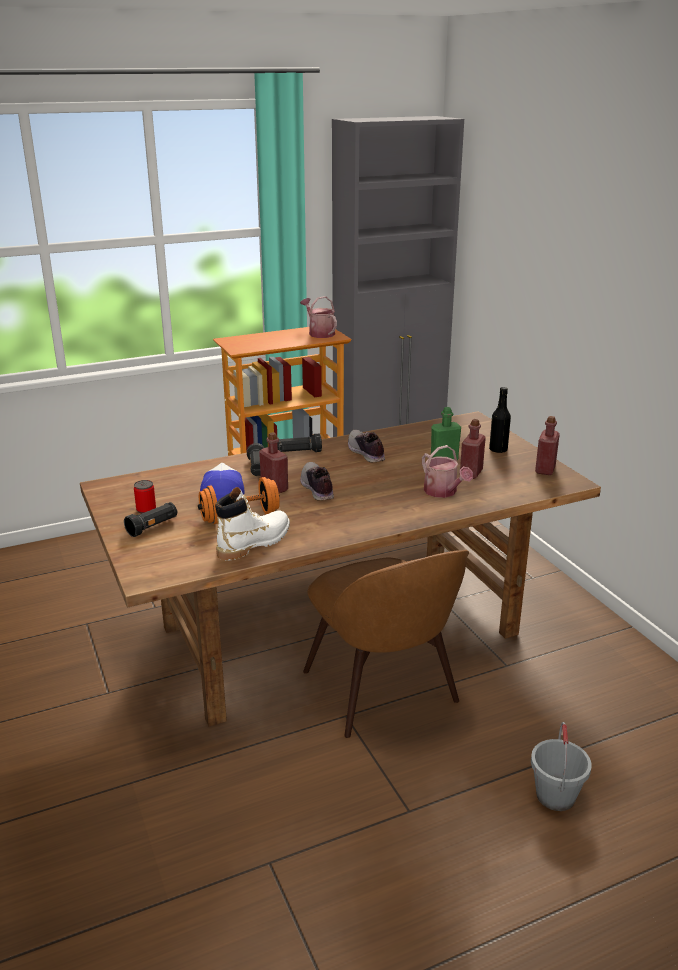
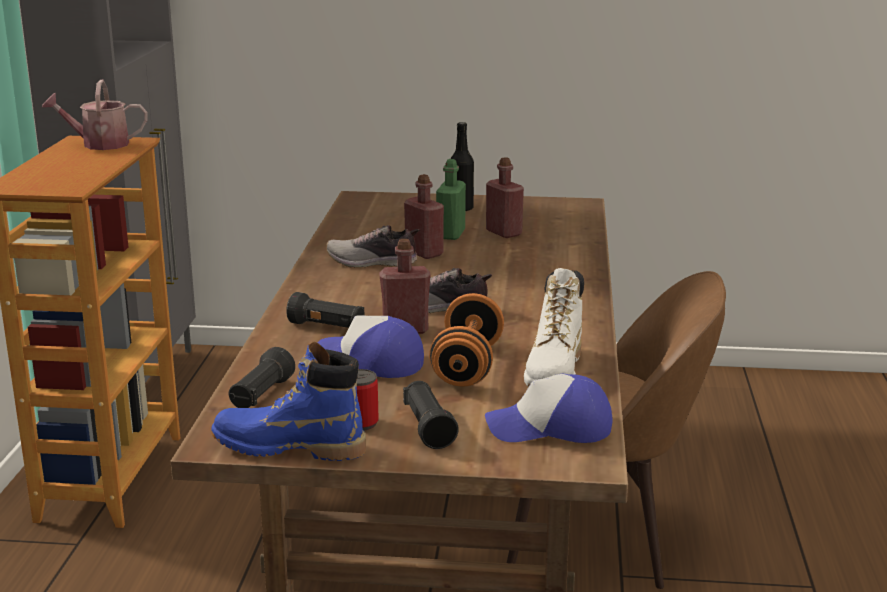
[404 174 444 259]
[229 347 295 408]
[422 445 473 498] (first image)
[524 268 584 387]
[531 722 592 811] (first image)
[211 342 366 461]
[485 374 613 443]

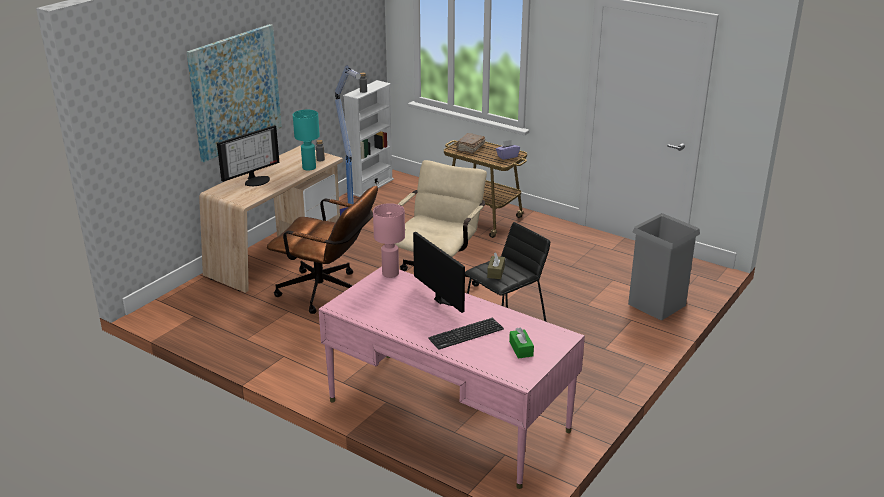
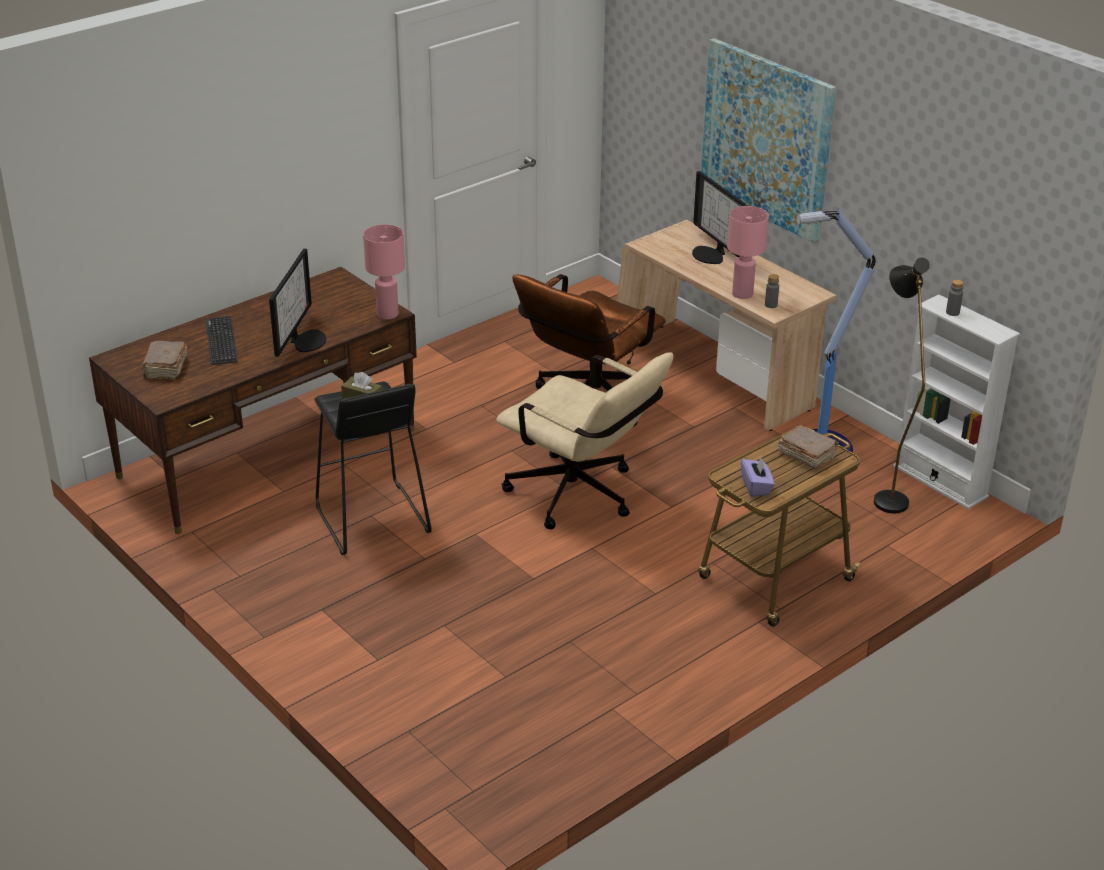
[727 206 769 299]
[628 213 700 320] (first image)
[269 249 326 357]
[89 267 417 534]
[142 341 187 380]
[874 257 930 513]

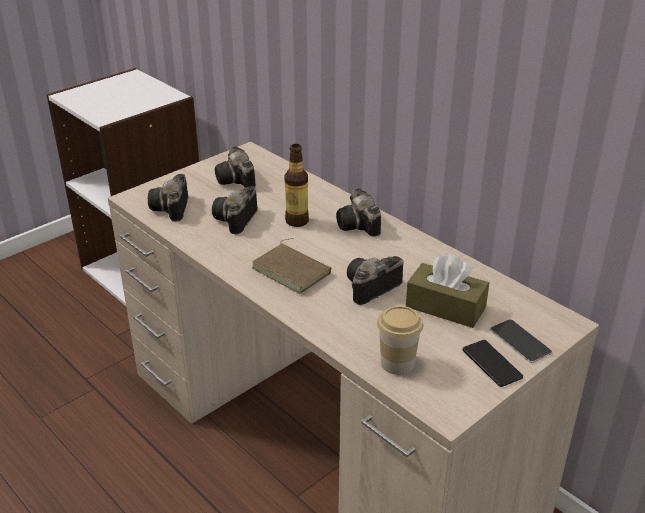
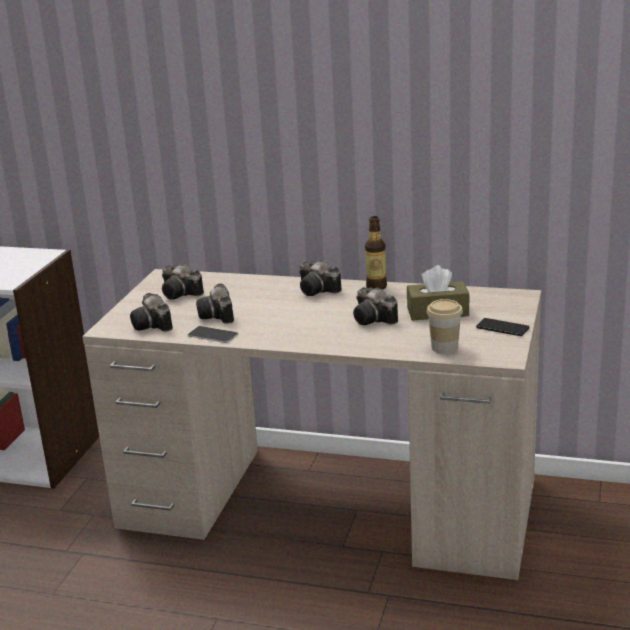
[365 216 387 289]
[252 238 331 294] (first image)
[353 287 398 325]
[187 326 238 343]

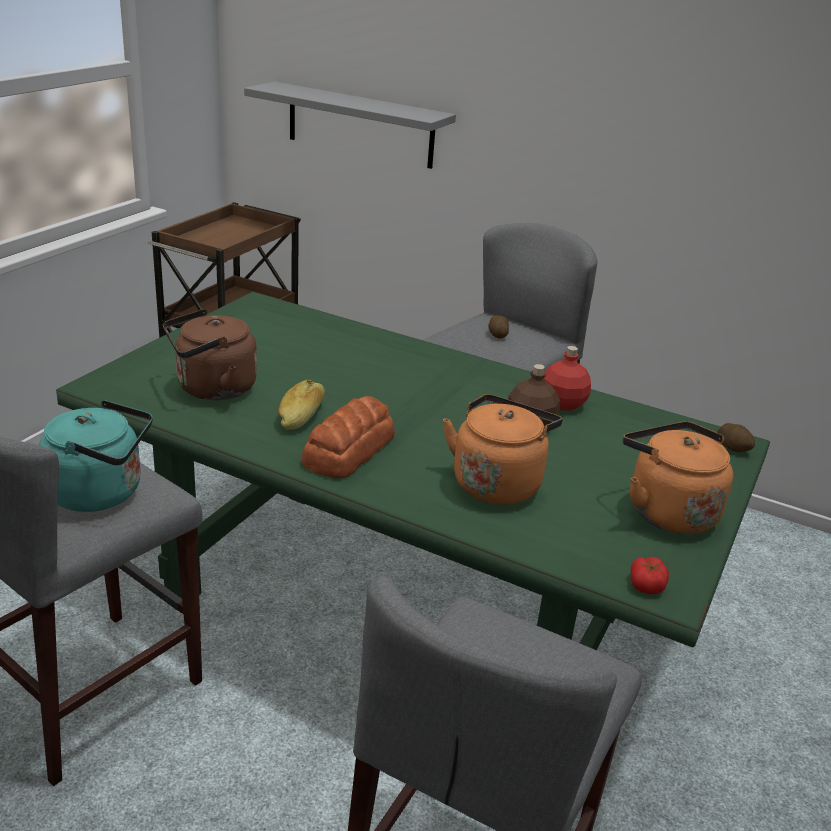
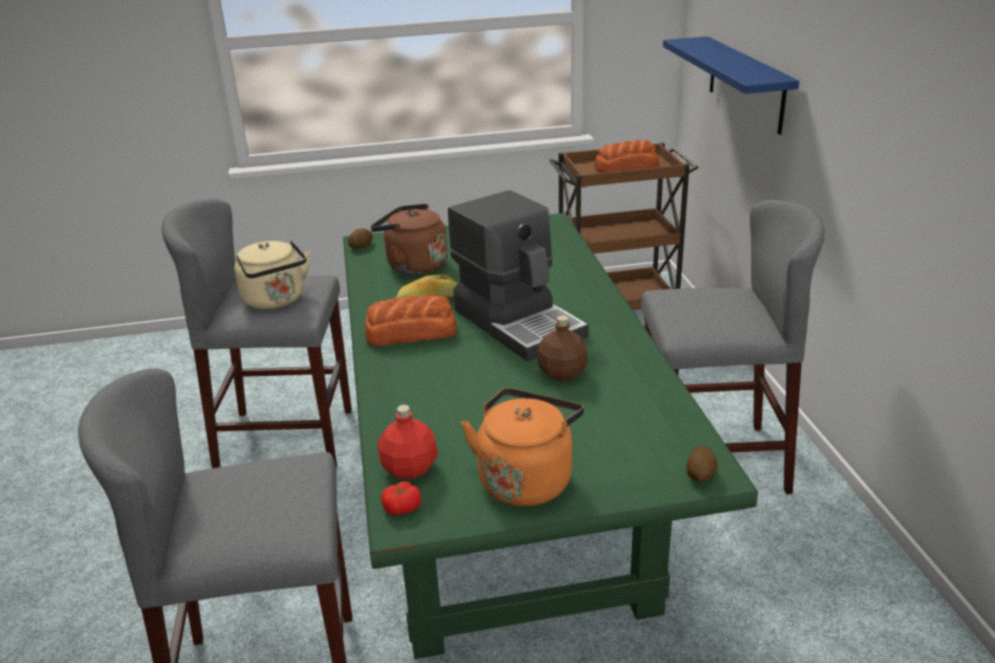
[663 36 799 135]
[348 229 373 249]
[378 405 438 479]
[443 394 563 505] (first image)
[234 240 311 309]
[594 140 659 173]
[448 190 589 361]

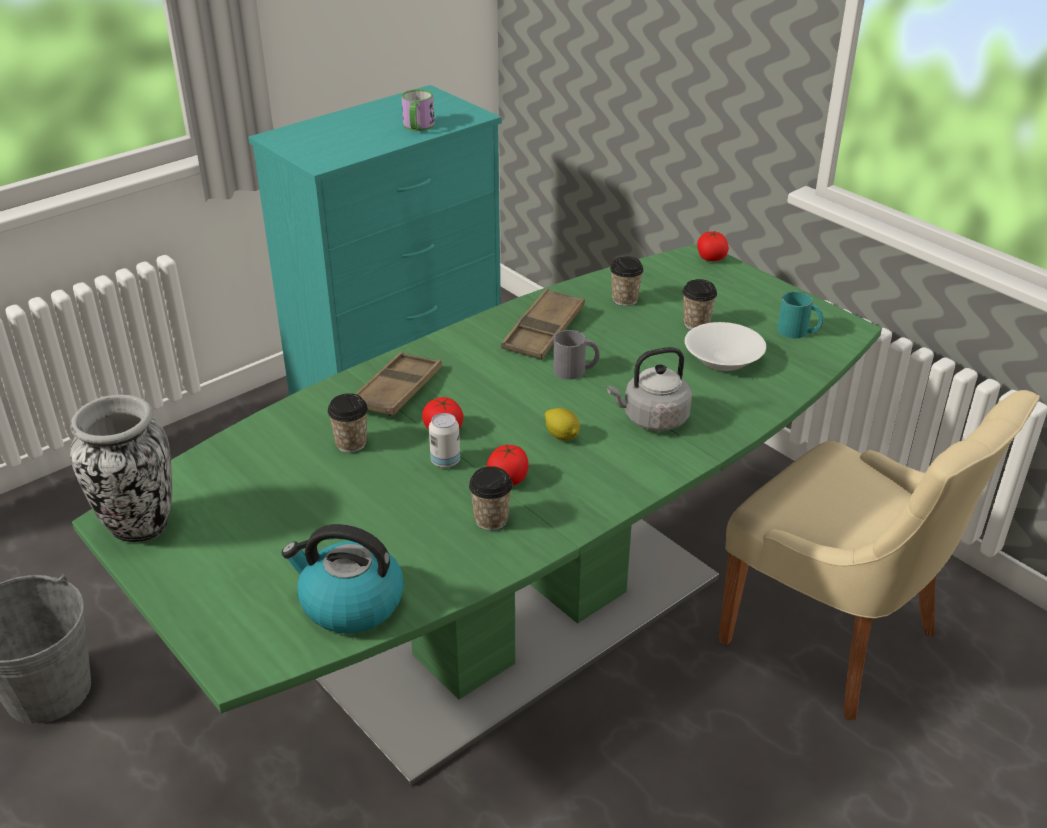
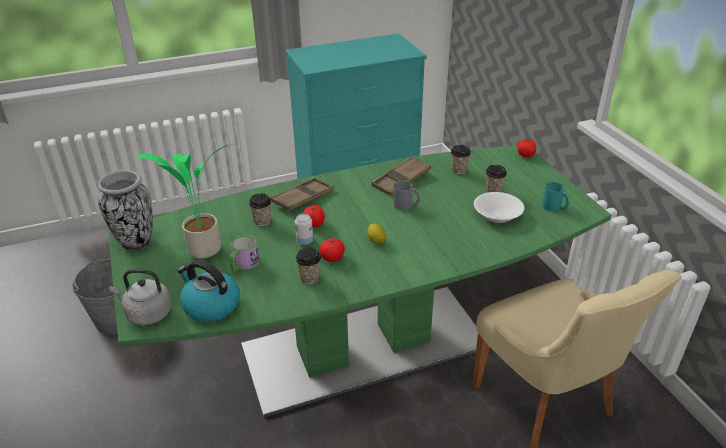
[230 235 260 271]
[109 269 172 325]
[136 144 233 258]

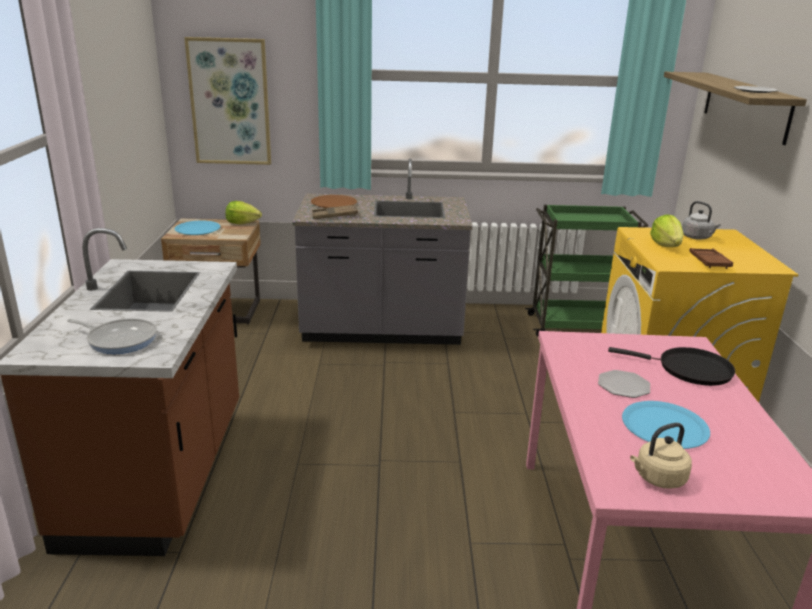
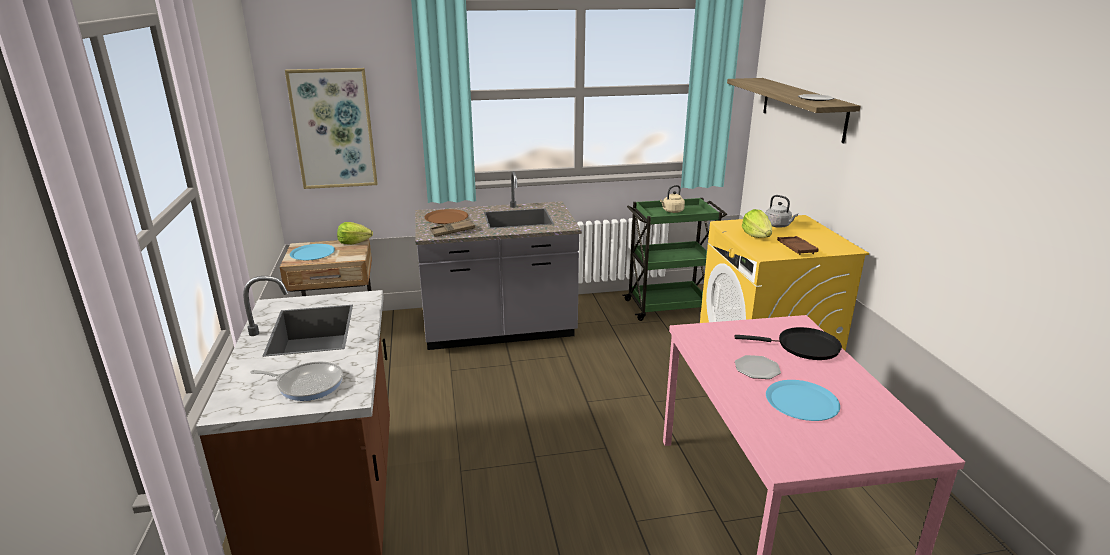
[660 185 685 213]

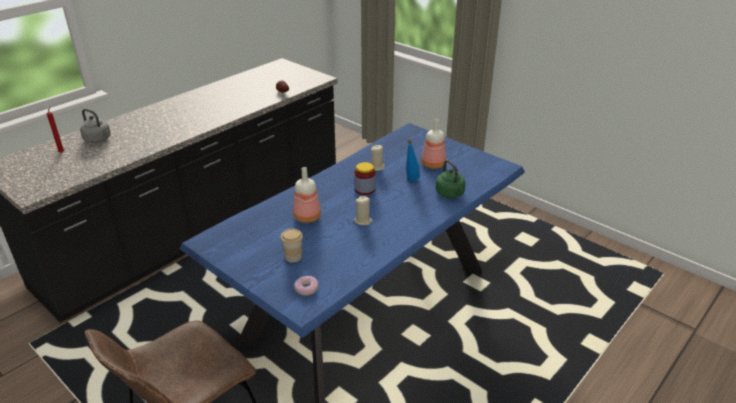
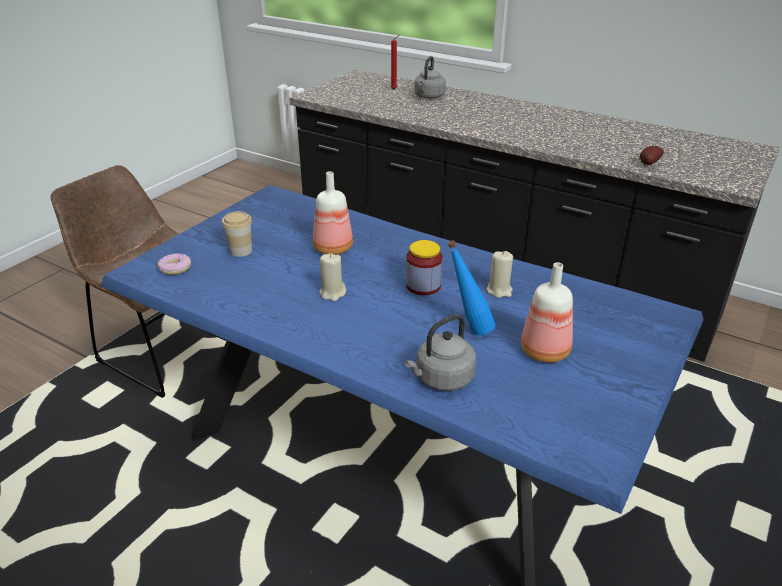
[405 314 476 391]

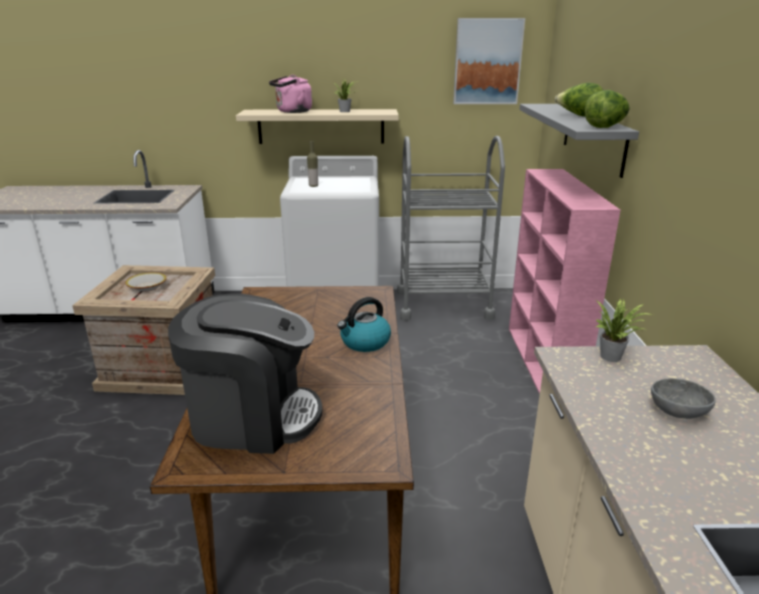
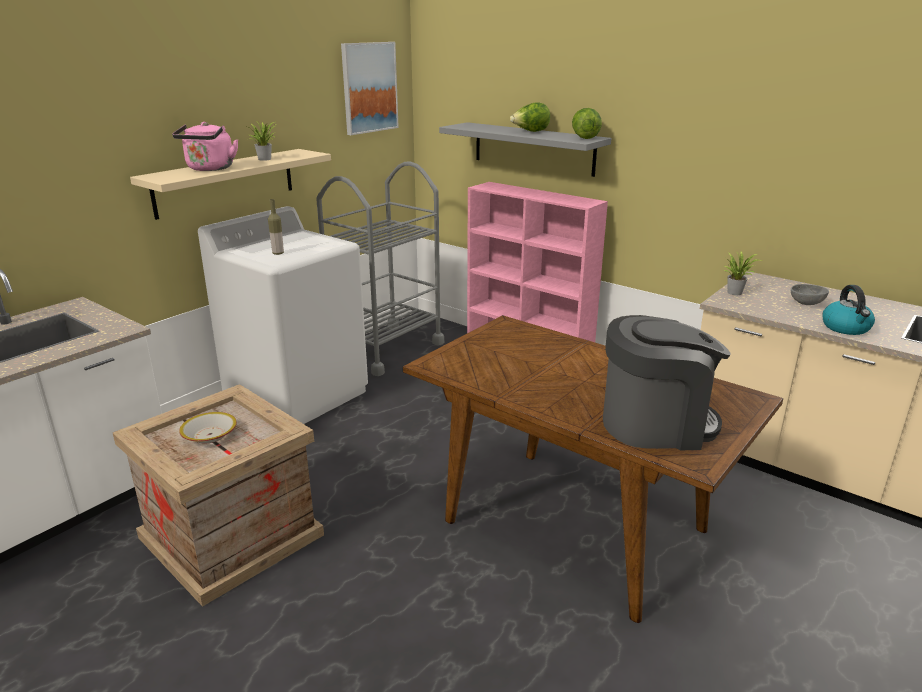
[603 315 730 450]
[822 285 875 335]

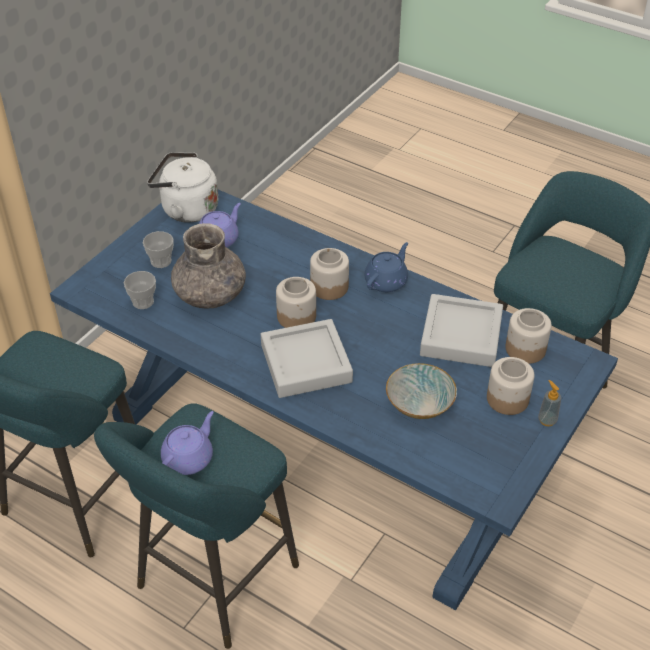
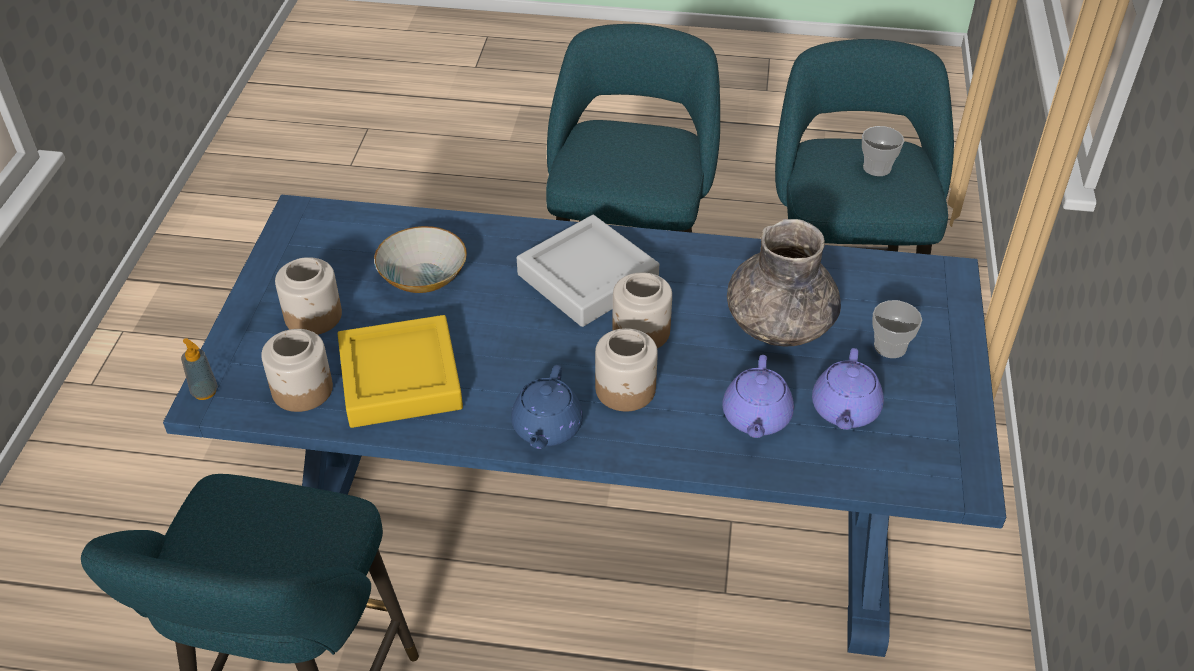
[147 152 218 223] (first image)
[862 126 904 176]
[338 315 463 428]
[181 338 218 400]
[723 355 794 438]

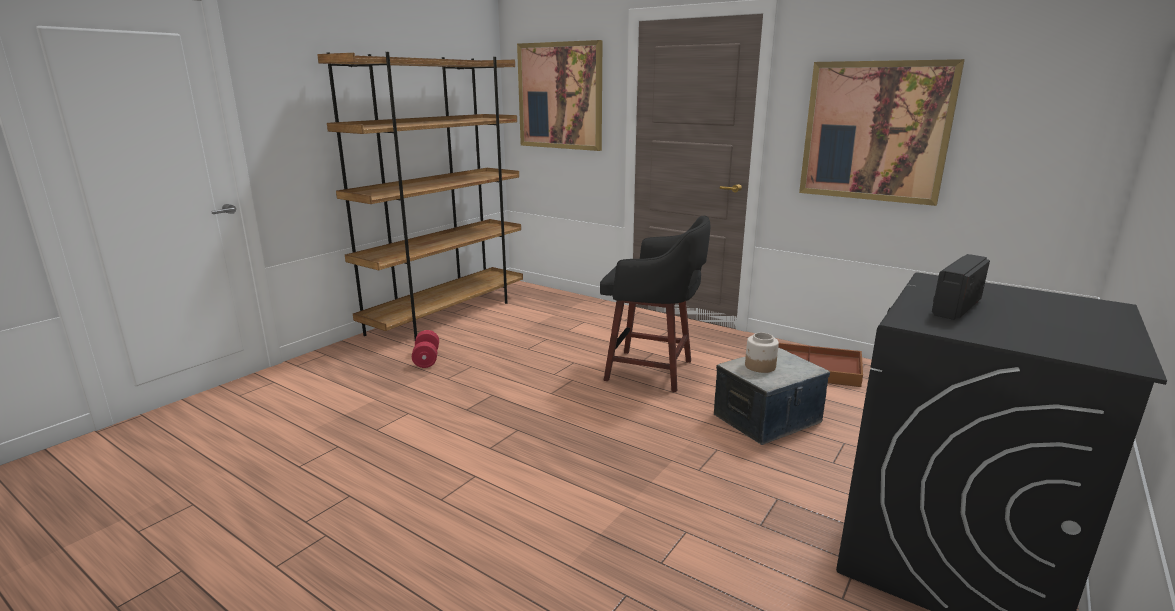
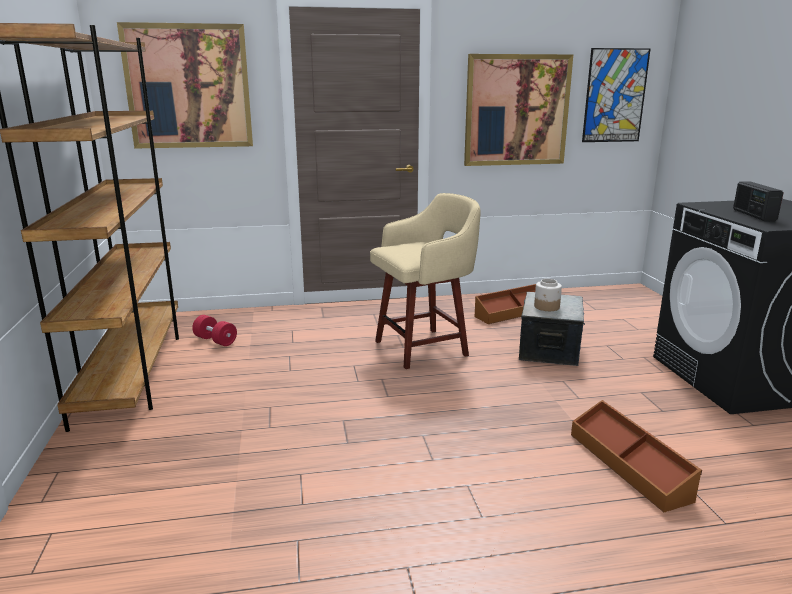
[370 193 481 369]
[192 315 237 346]
[582 48 650 142]
[571 400 702 512]

